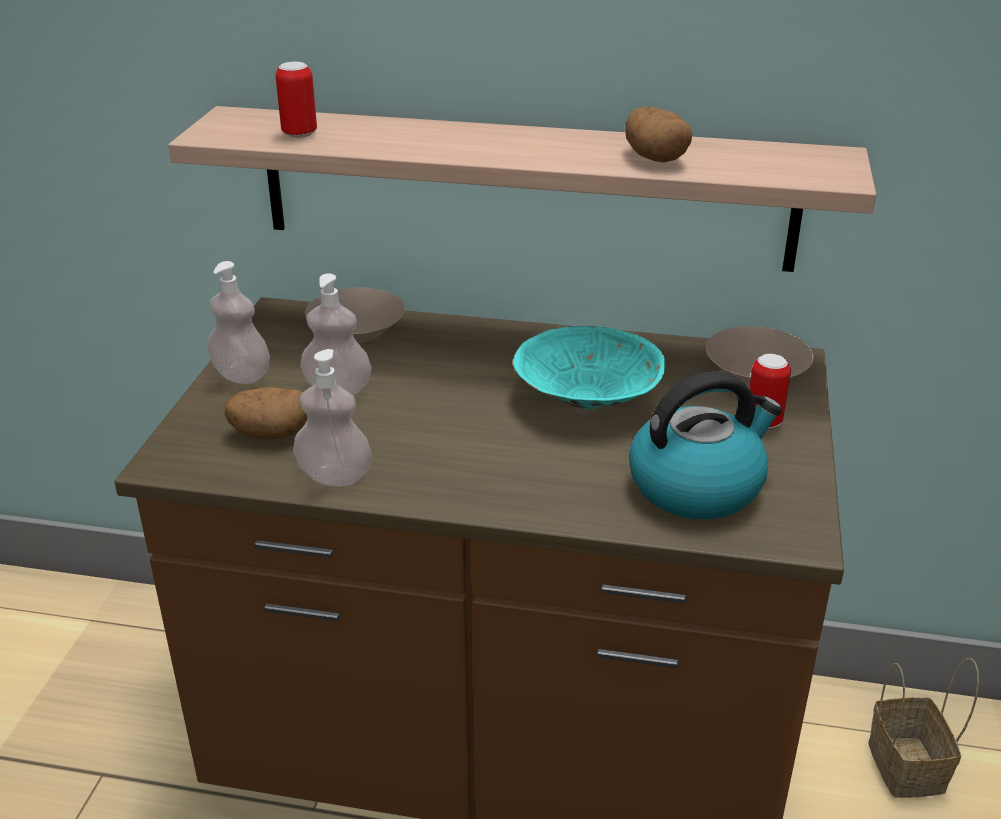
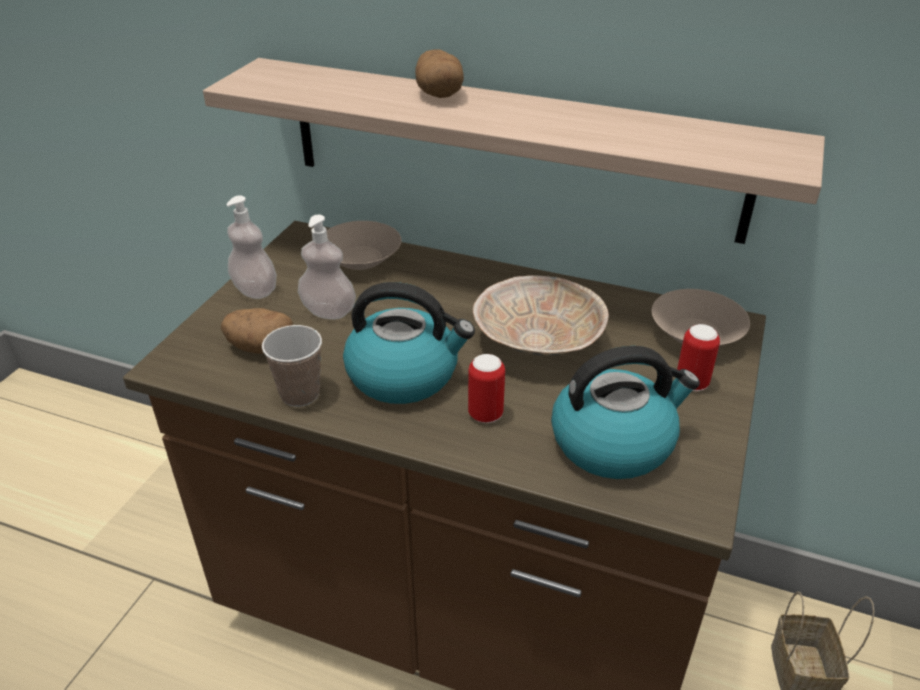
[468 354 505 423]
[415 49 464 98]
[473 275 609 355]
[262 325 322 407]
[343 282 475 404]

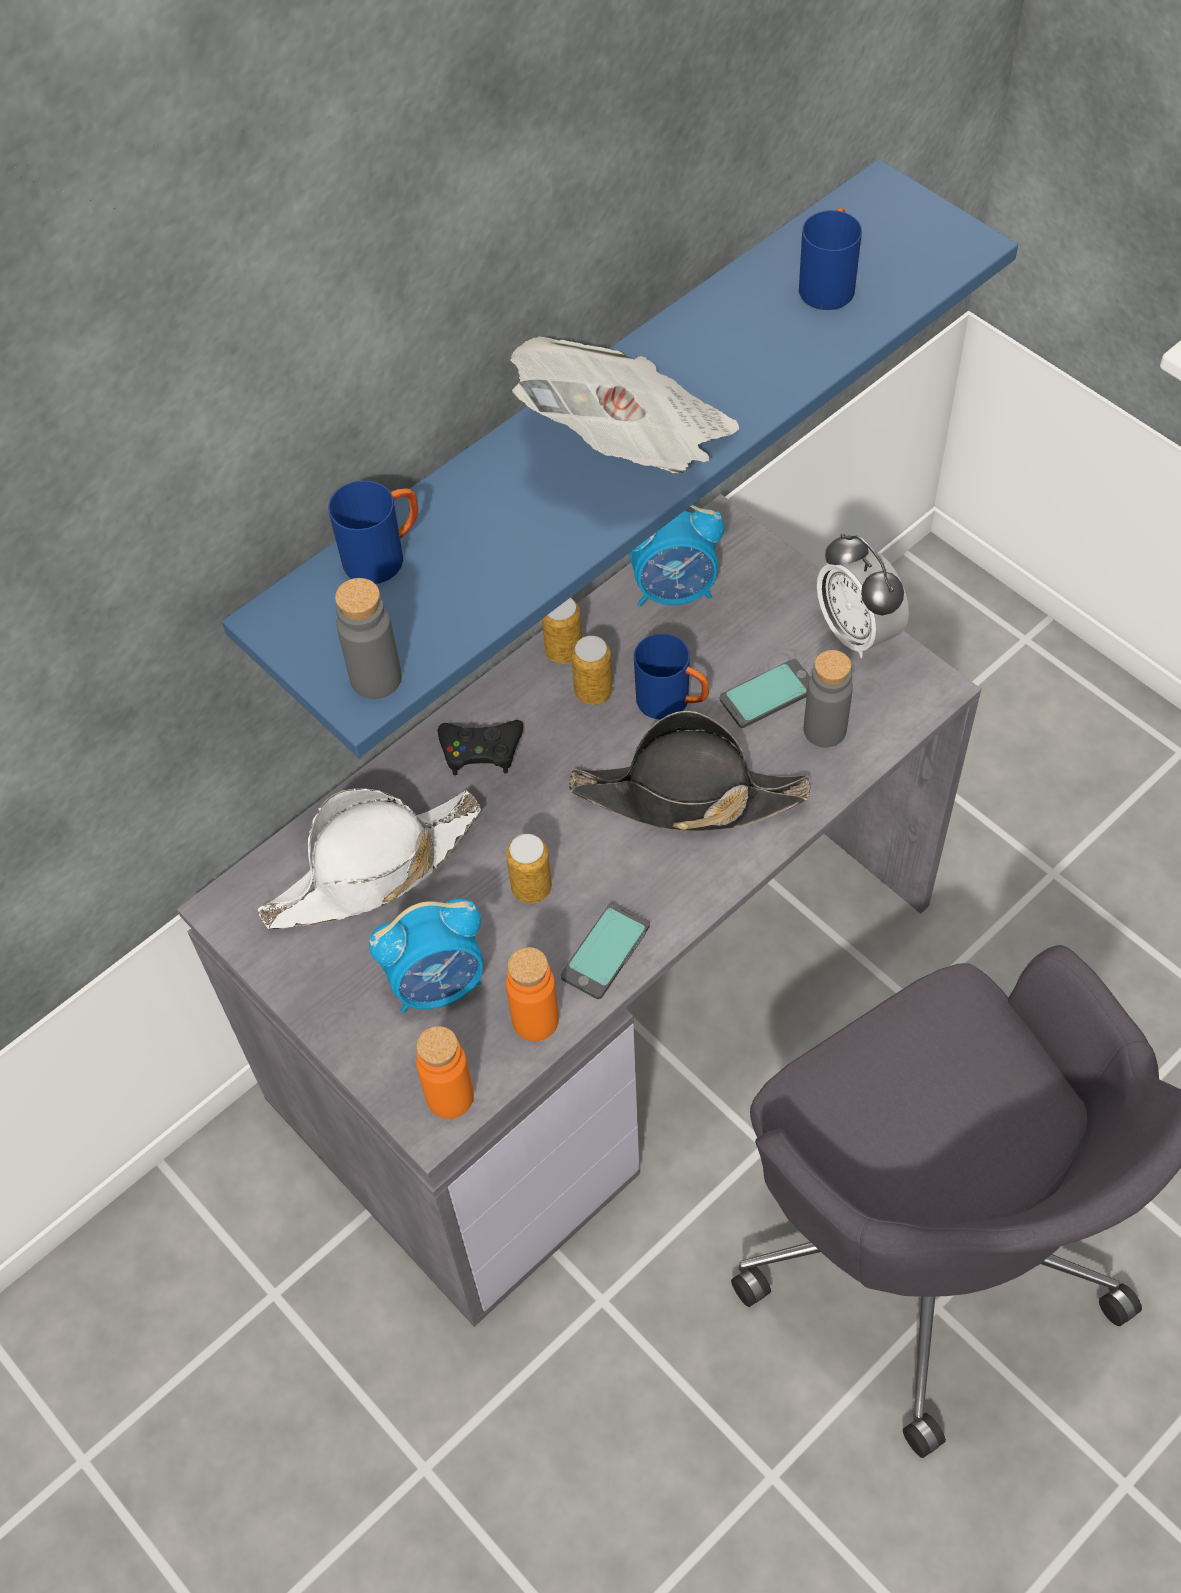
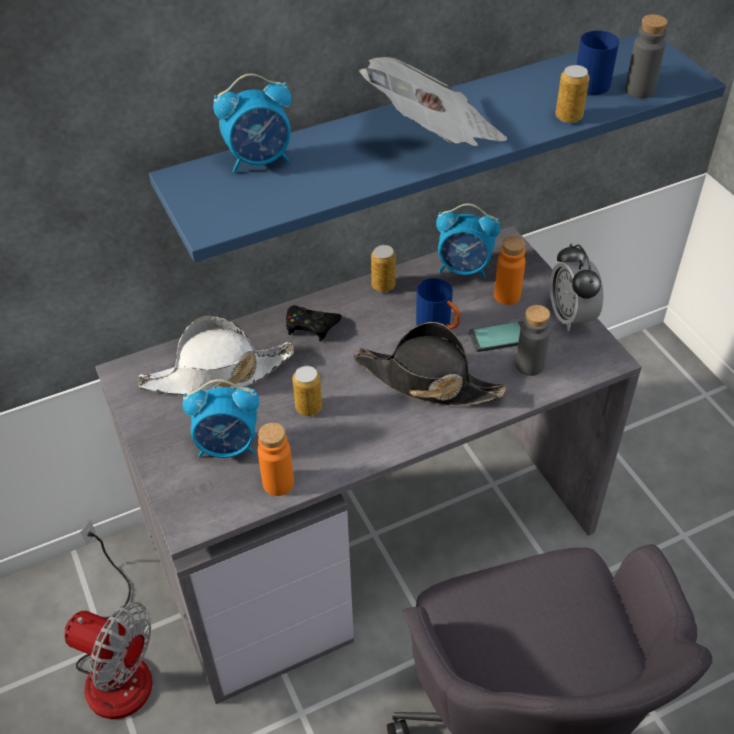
[213 74 291 173]
[625 14 668 98]
[555 65 590 123]
[561 902 650 999] (first image)
[494 236 526 305]
[64 519 152 719]

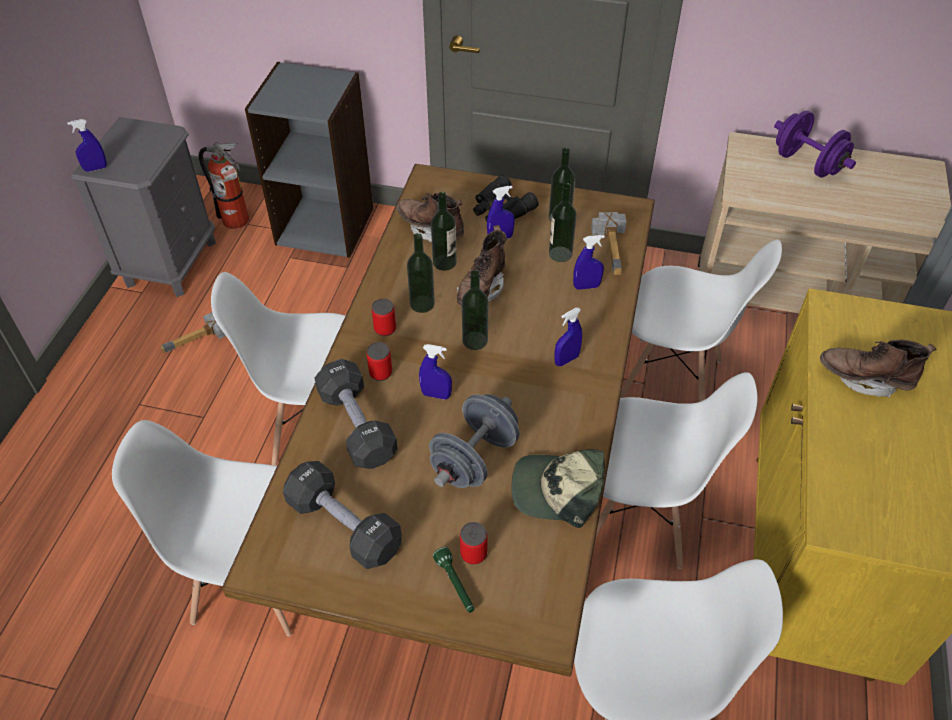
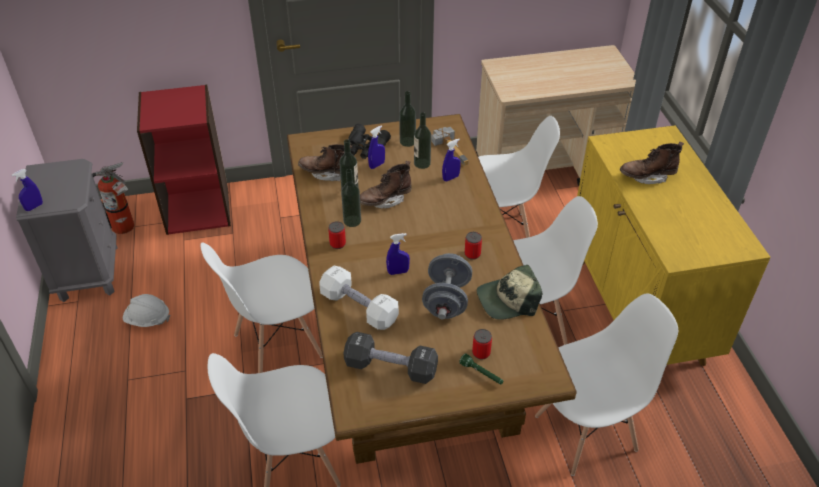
[137 85 231 235]
[774 111 856 178] (first image)
[360 161 412 209]
[462 270 489 350] (first image)
[554 308 582 366] (first image)
[123 294 171 327]
[465 232 482 260]
[319 266 399 330]

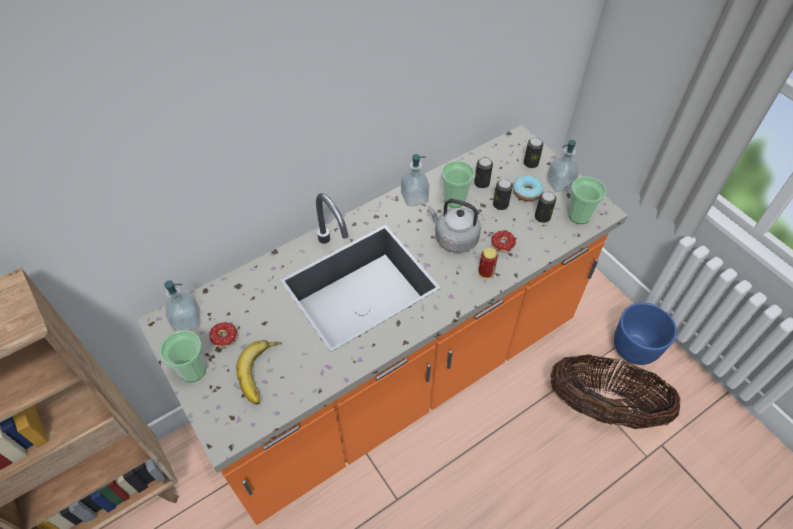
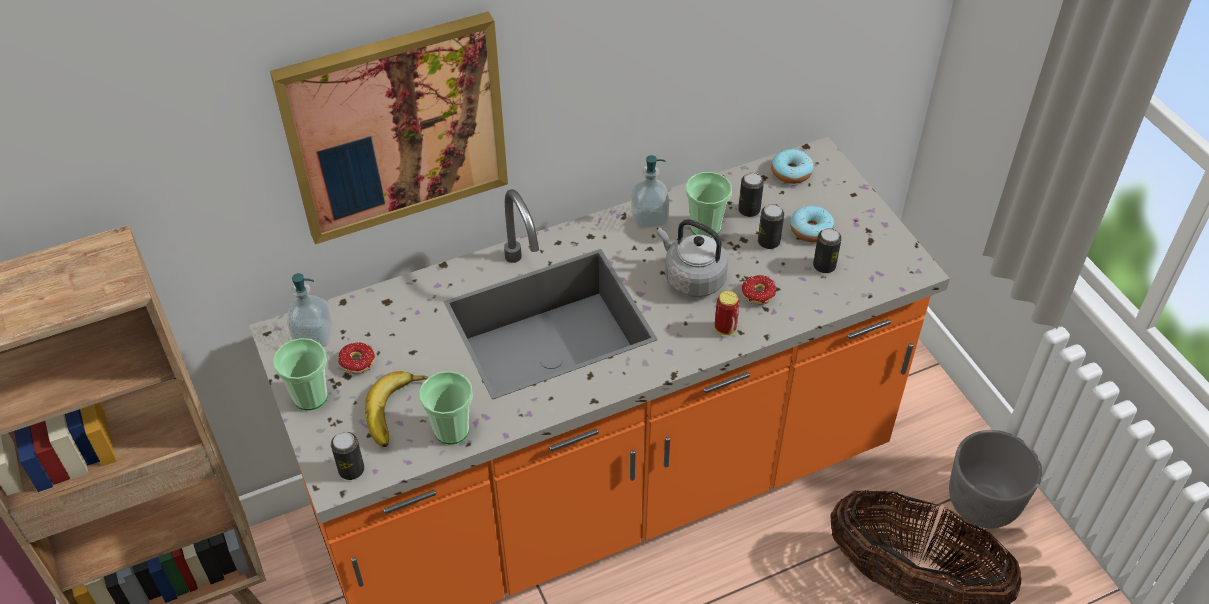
[331 432 365 480]
[547 140 579 192] (first image)
[419 371 473 444]
[949 430 1042 528]
[270 11 508 244]
[771 149 813 184]

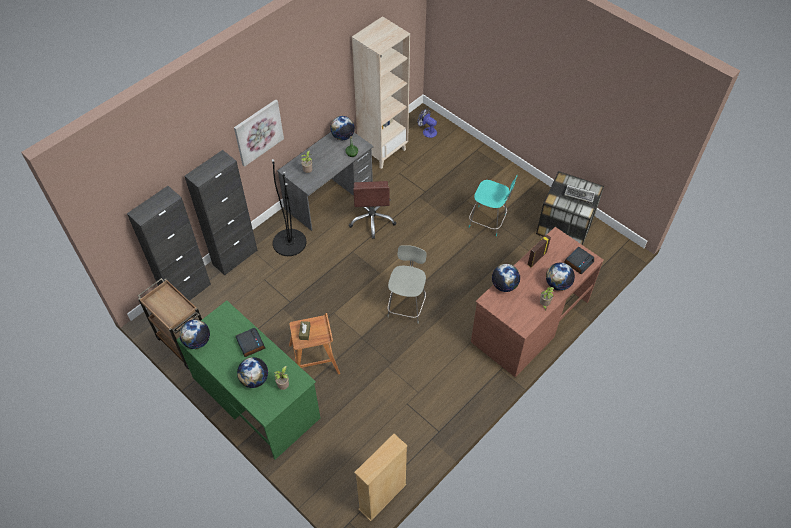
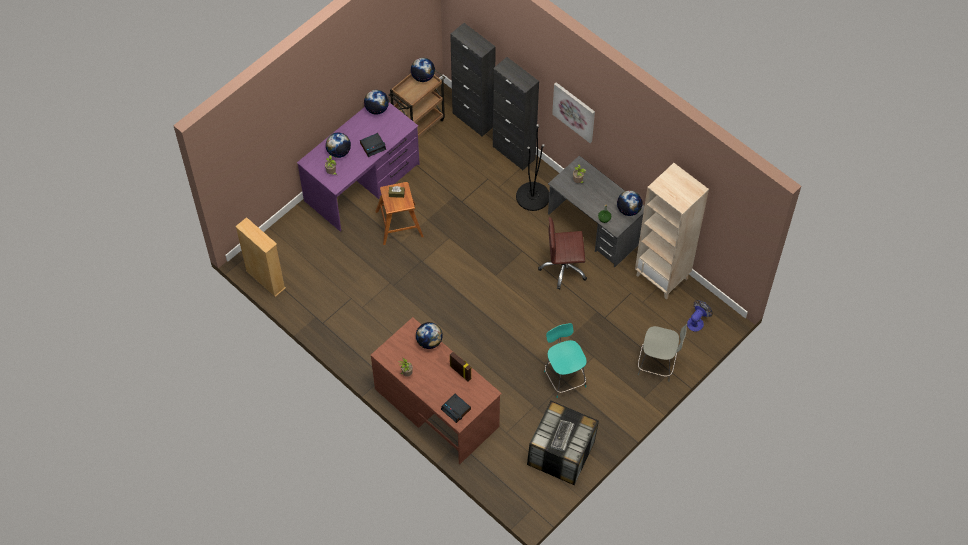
[544 323 587 398]
[638 324 687 382]
[411 58 435 82]
[297 102 420 232]

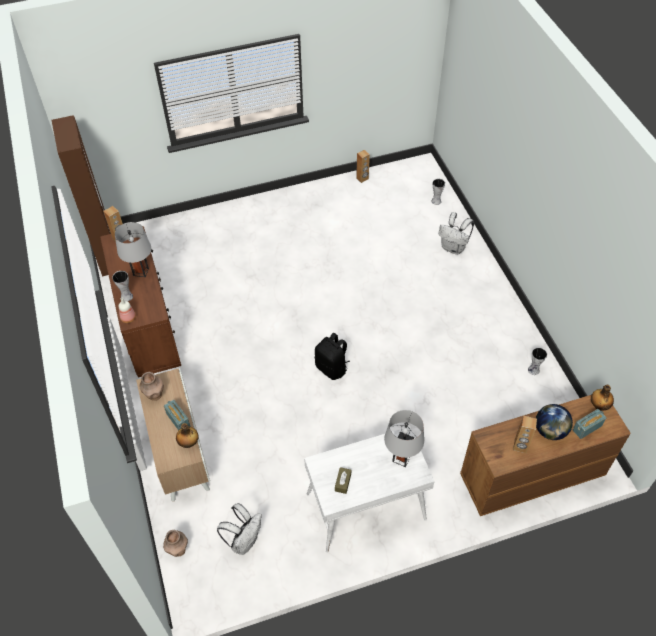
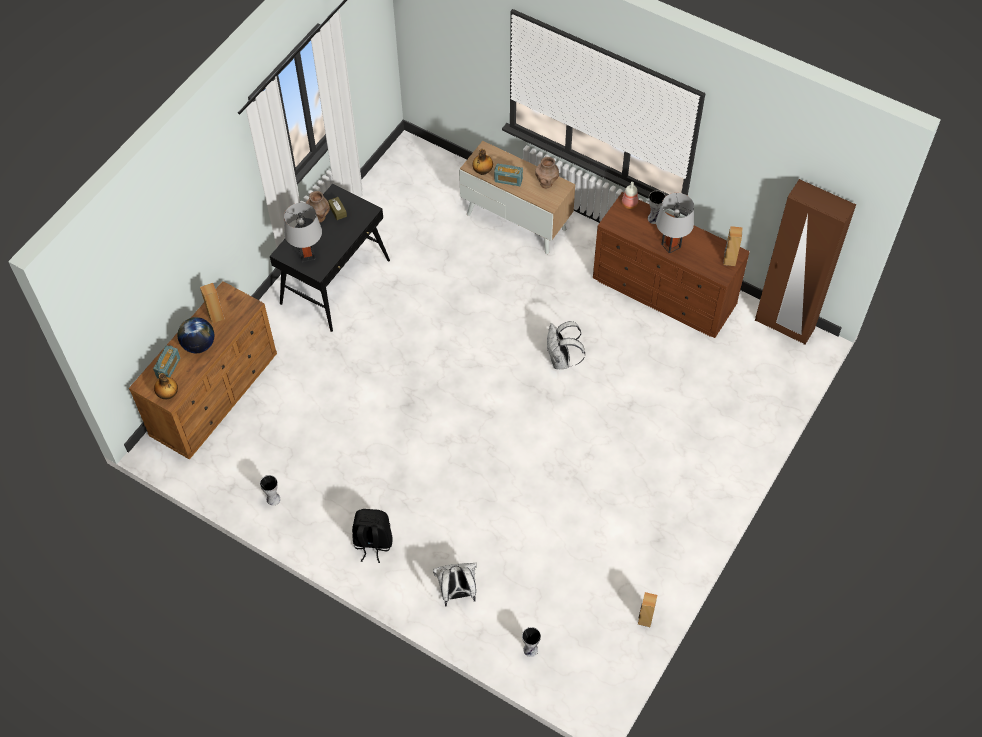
[352 509 392 563]
[270 184 390 332]
[547 321 585 369]
[306 191 330 223]

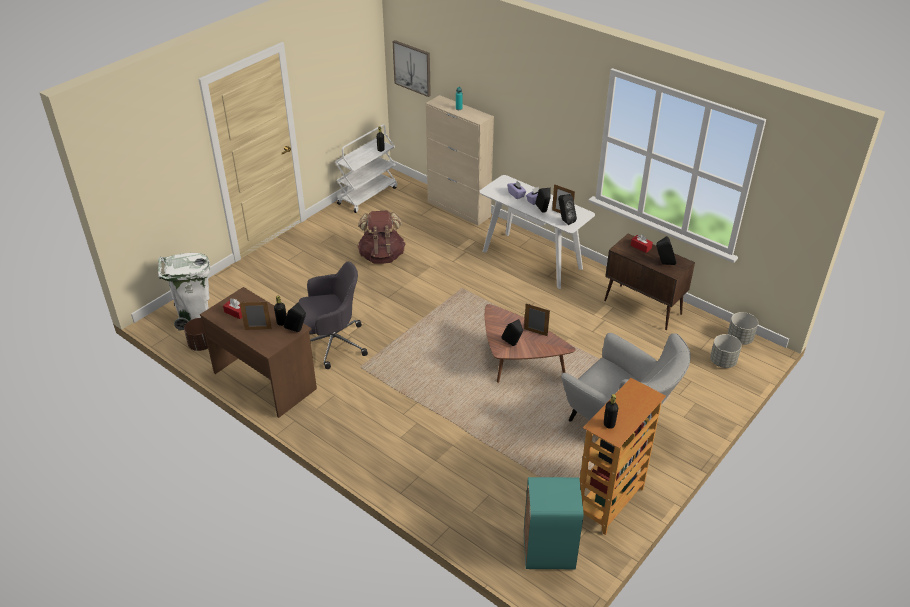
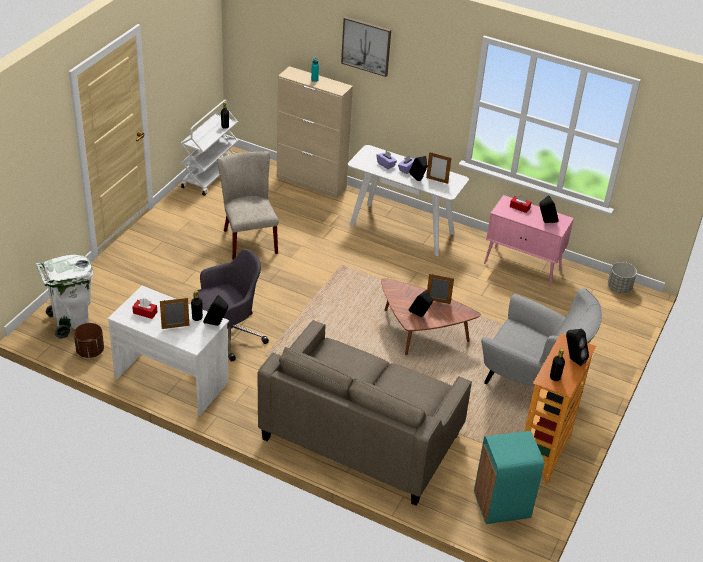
[341 16 391 77]
[566 329 589 366]
[217 151 279 260]
[484 195 574 287]
[108 286 229 416]
[710 334 742 368] (first image)
[257 320 472 506]

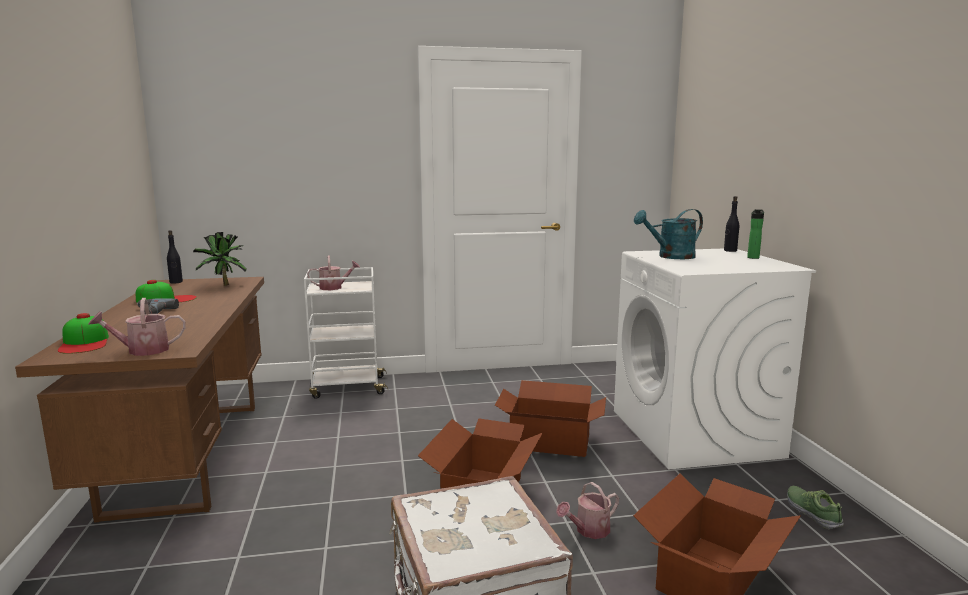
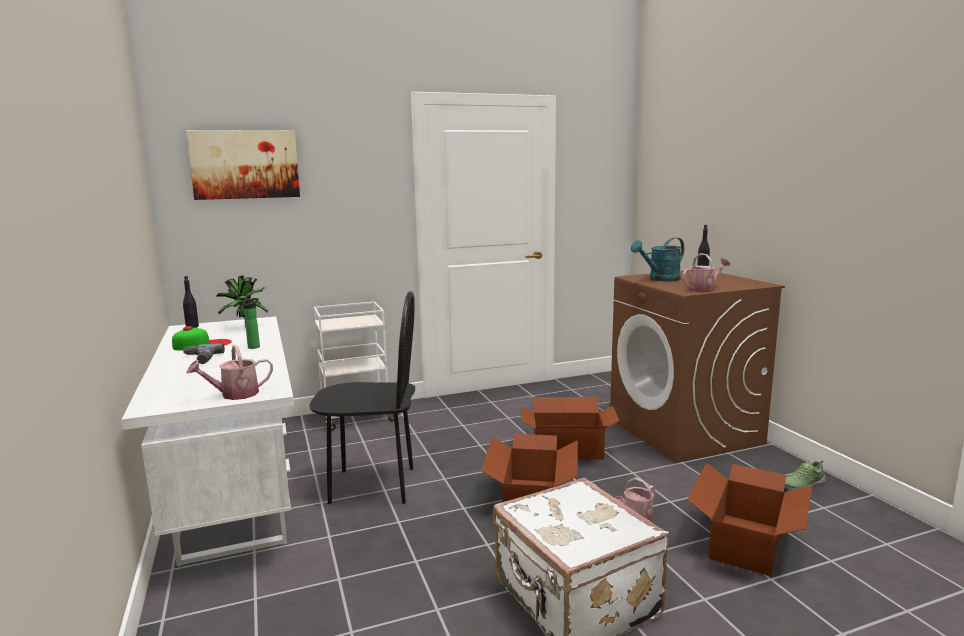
[243 298 260 349]
[610 271 785 463]
[683 253 730 293]
[121 316 294 566]
[58 313 109 354] (first image)
[785 460 826 490]
[186 130 300 200]
[309 291 415 504]

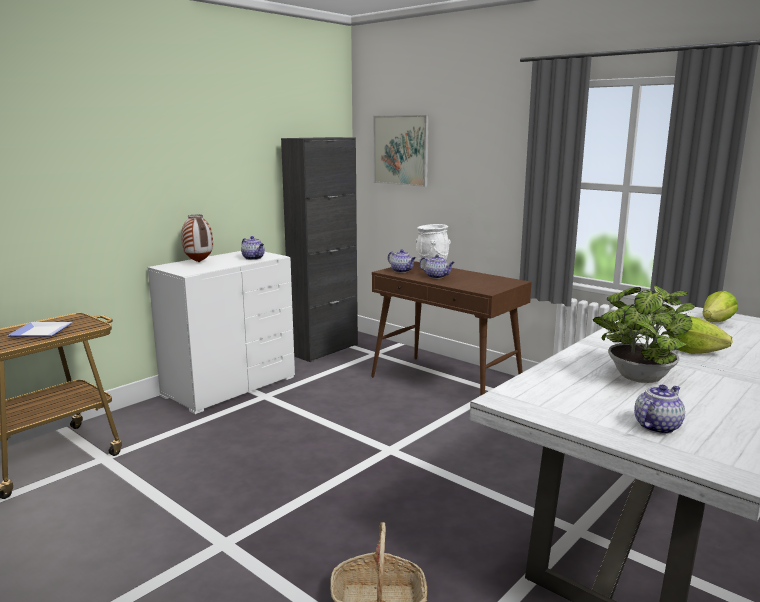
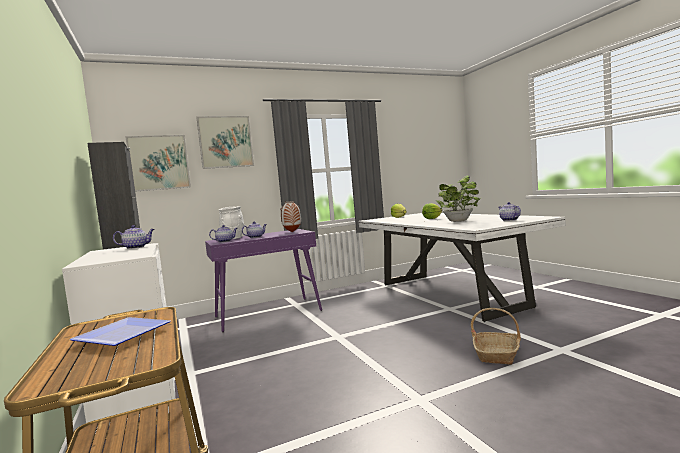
[280 201 301 232]
[205 229 322 332]
[196 116 254 169]

